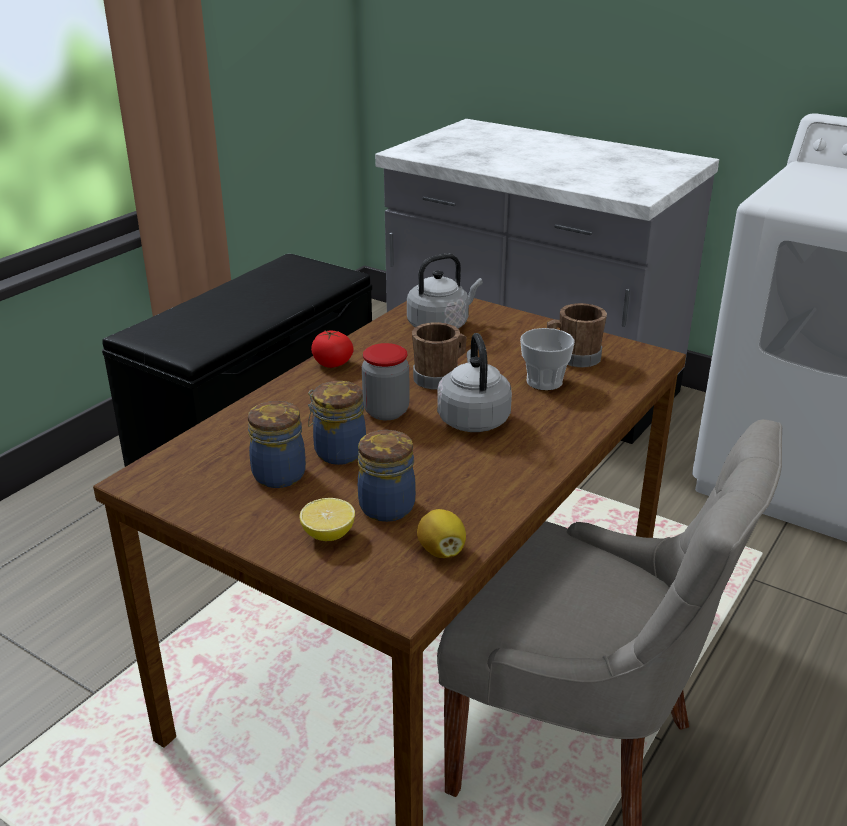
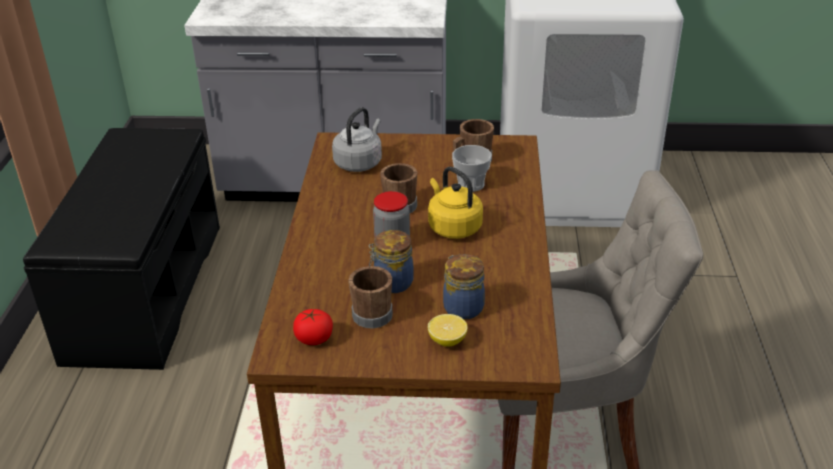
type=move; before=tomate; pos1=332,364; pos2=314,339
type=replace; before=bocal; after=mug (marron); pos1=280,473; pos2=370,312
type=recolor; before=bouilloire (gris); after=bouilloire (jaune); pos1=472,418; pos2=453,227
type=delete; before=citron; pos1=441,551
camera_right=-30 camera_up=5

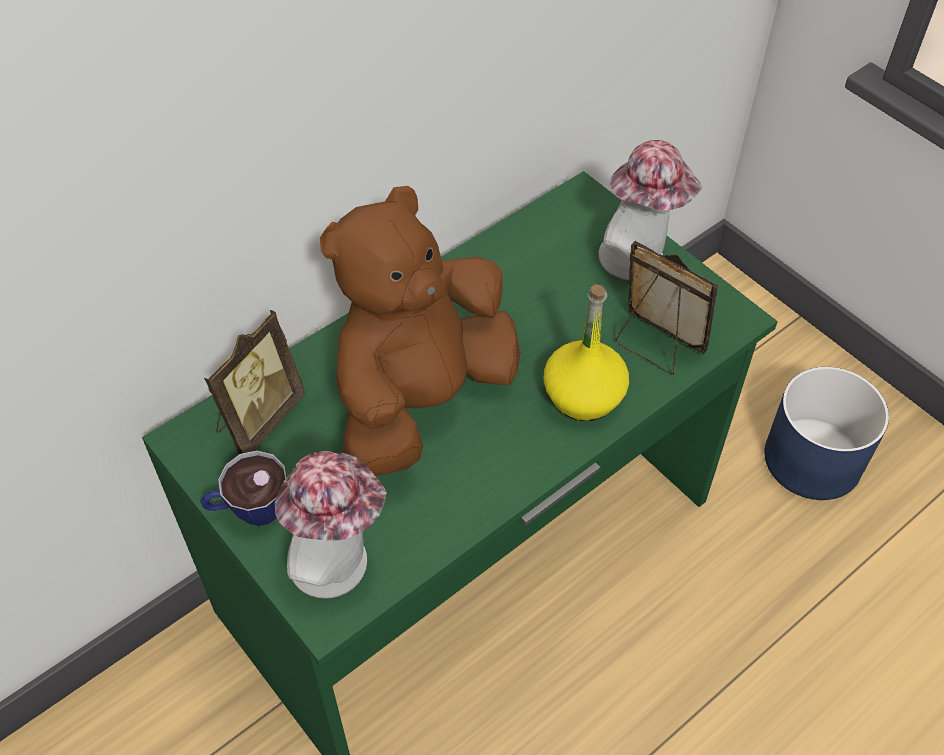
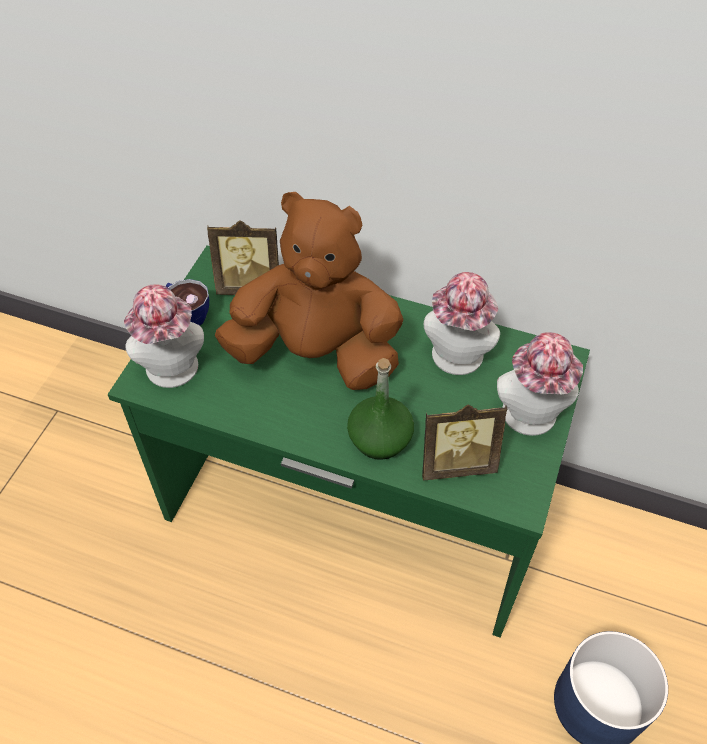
type=recolor; before=bouteille (jaune); after=bouteille (vert); pos1=584,396; pos2=380,439
type=rotate; before=cadre photo; pos1=655,345; pos2=456,463; turn=75
type=insert; after=chapeau; pos2=456,360
camera_right=60 camera_up=0

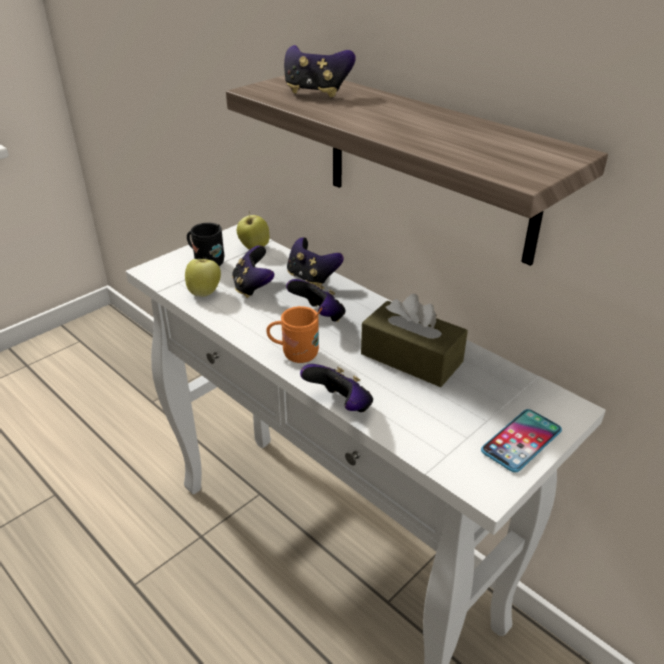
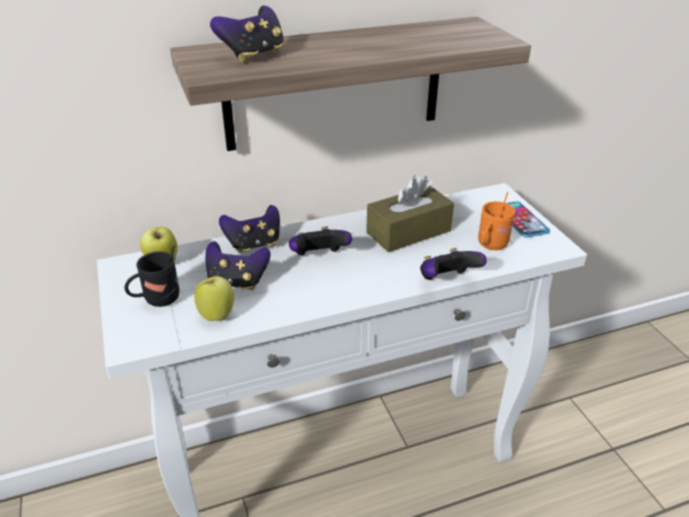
type=move; before=mug (orange); pos1=295,354; pos2=490,246
camera_right=-65 camera_up=0

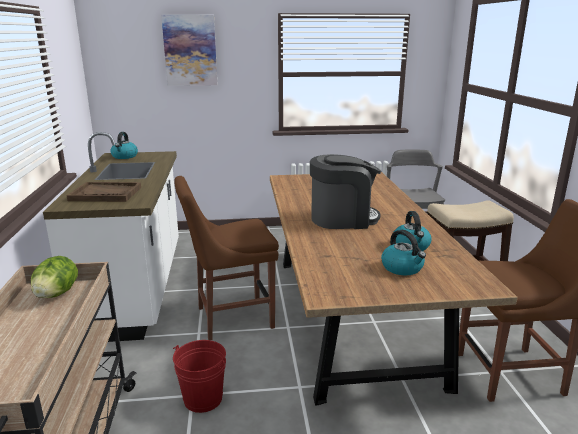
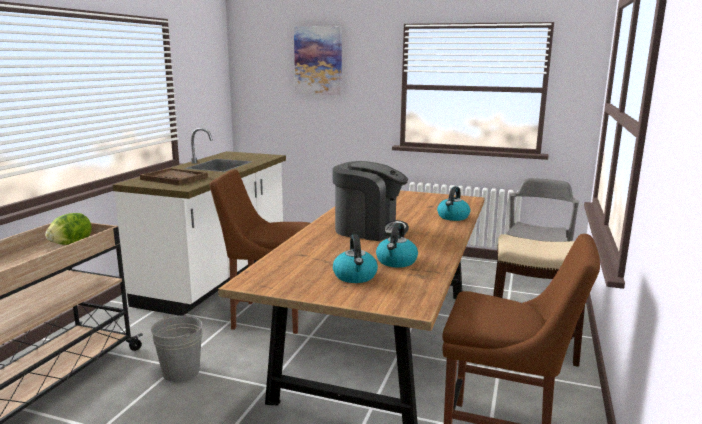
type=recolor; before=seau (rouge); after=seau (gris); pos1=203,398; pos2=181,371
type=move; before=bouilloire; pos1=124,156; pos2=453,217
camera_right=25 camera_up=-5

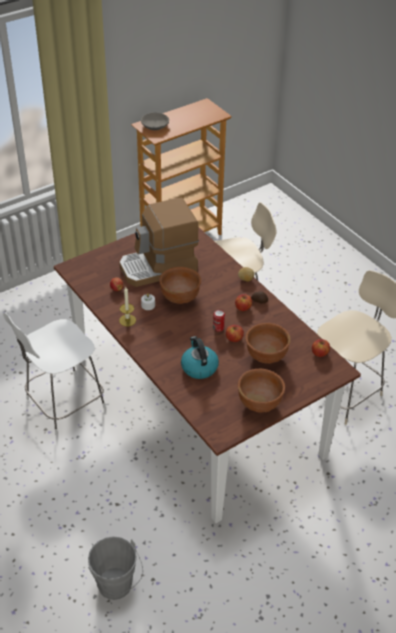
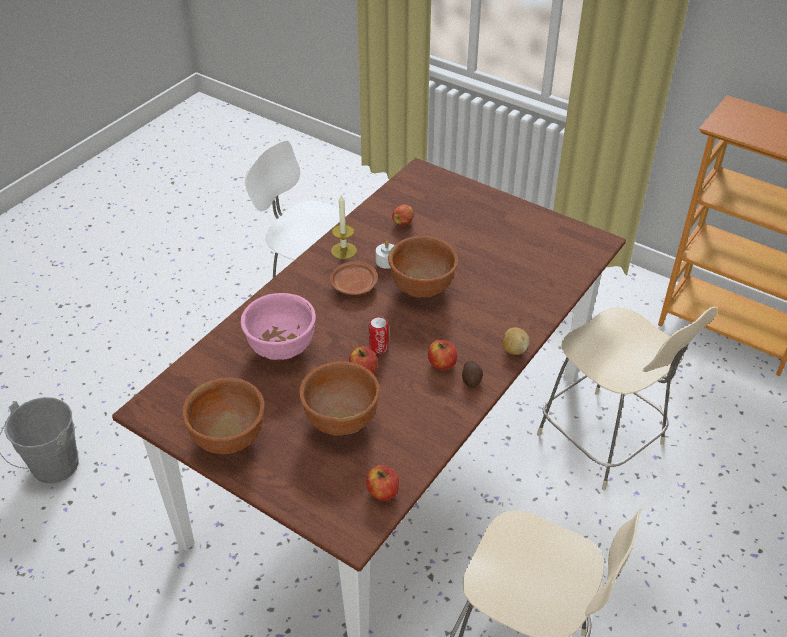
type=replace; before=bouilloire; after=bol (rose); pos1=199,367; pos2=281,348
type=insert; after=assiette (marron); pos2=354,285
type=delete; before=machine à café; pos1=159,267
type=delete; before=bol (gris); pos1=154,126
camera_right=70 camera_up=0

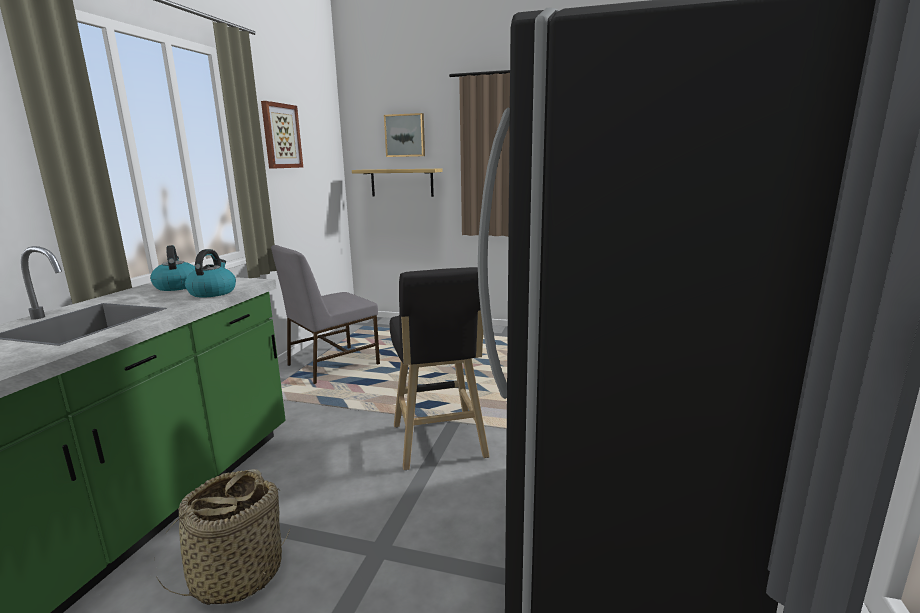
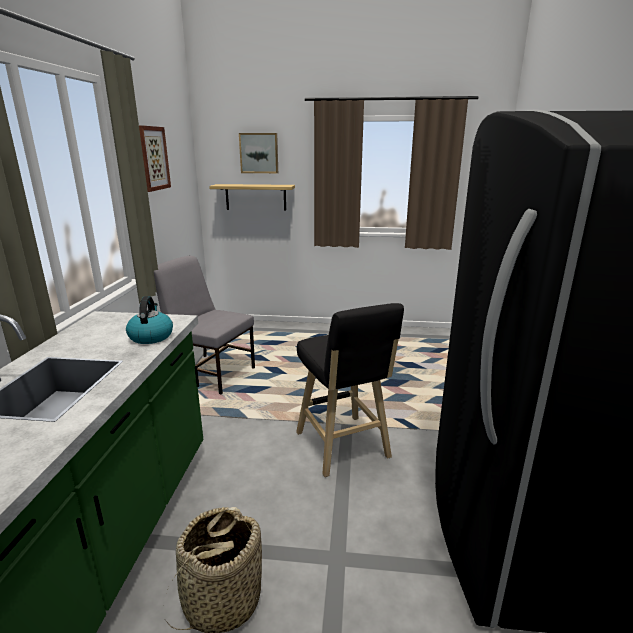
type=rotate; before=chaise (gris); pos1=331,365; pos2=211,373; turn=75
type=delete; before=bouilloire; pos1=177,286
camera_right=-10 camera_up=5

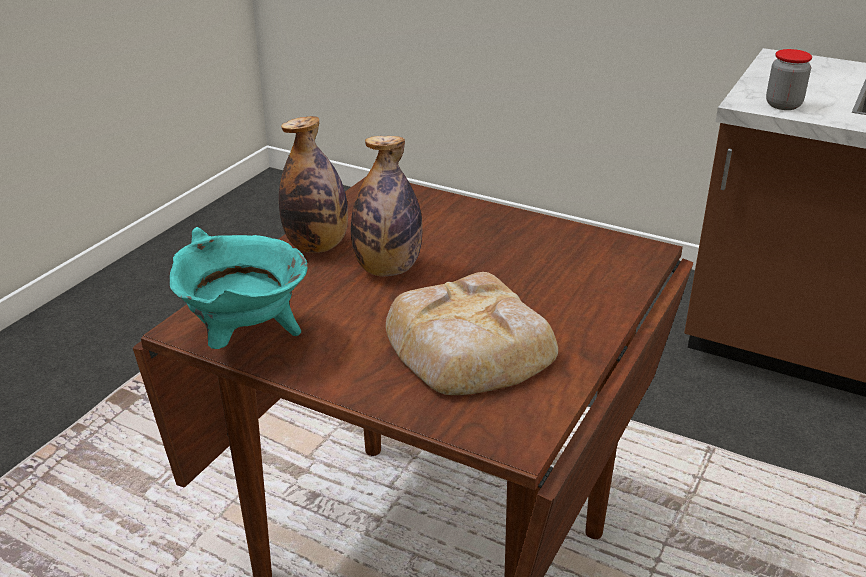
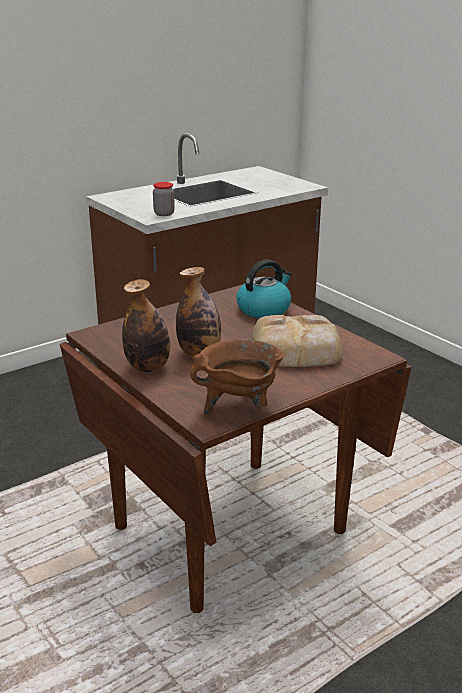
type=recolor; before=marmite (turquoise); after=marmite (marron); pos1=246,340; pos2=239,407
type=insert; after=bouilloire; pos2=264,309
camera_right=-65 camera_up=-5

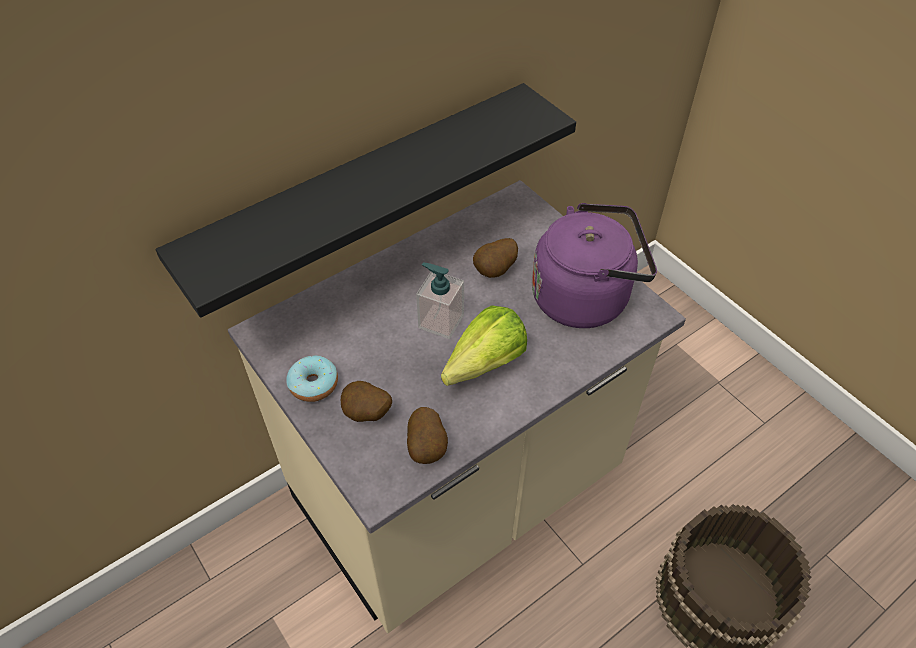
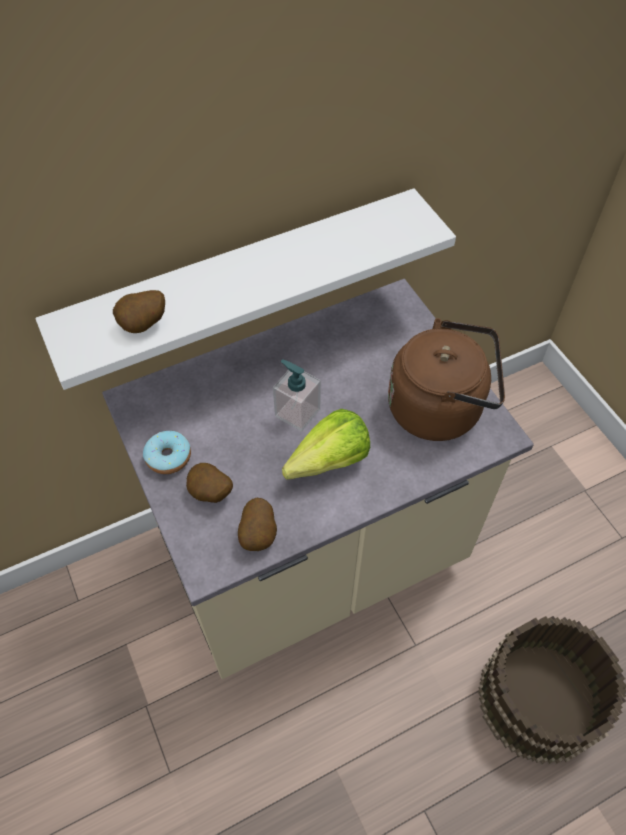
type=recolor; before=étagère (noir); after=étagère (blanc); pos1=362,195; pos2=241,282
type=move; before=pomme de terre; pos1=495,271; pos2=144,326
type=recolor; before=bouilloire (violet); after=bouilloire (marron); pos1=585,297; pos2=440,408
camera_right=10 camera_up=5

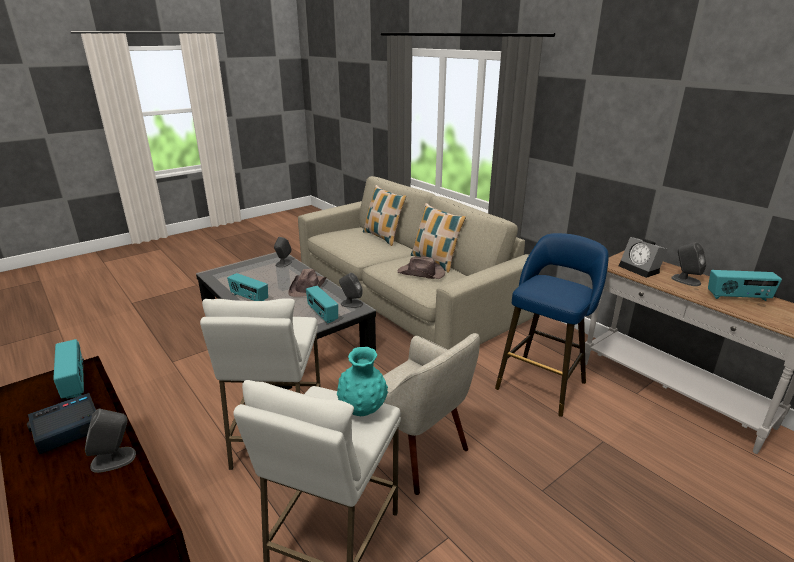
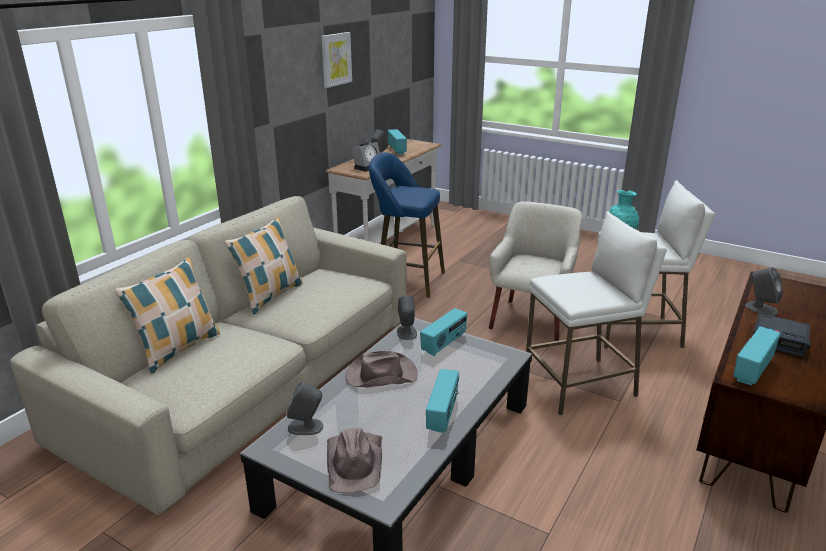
type=insert; after=tableau; pos2=336,59
type=move; before=chapeau (marron); pos1=421,273; pos2=355,462
camera_right=-110 camera_up=0

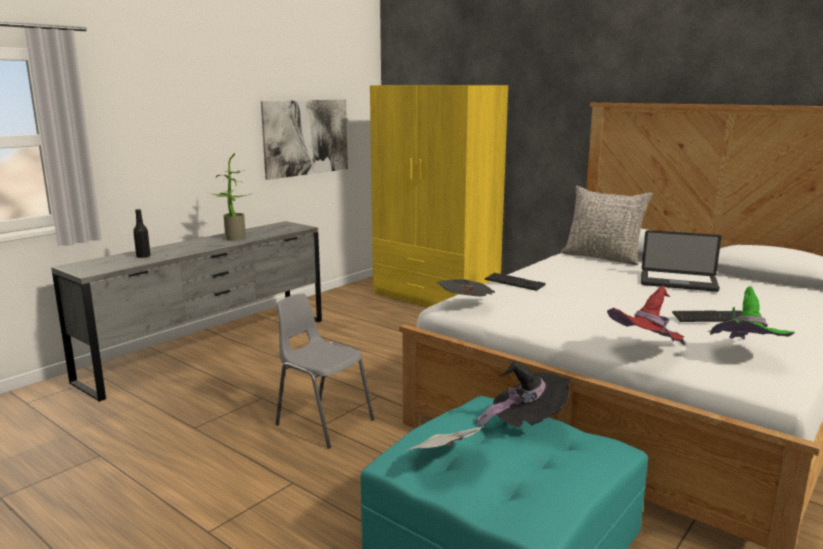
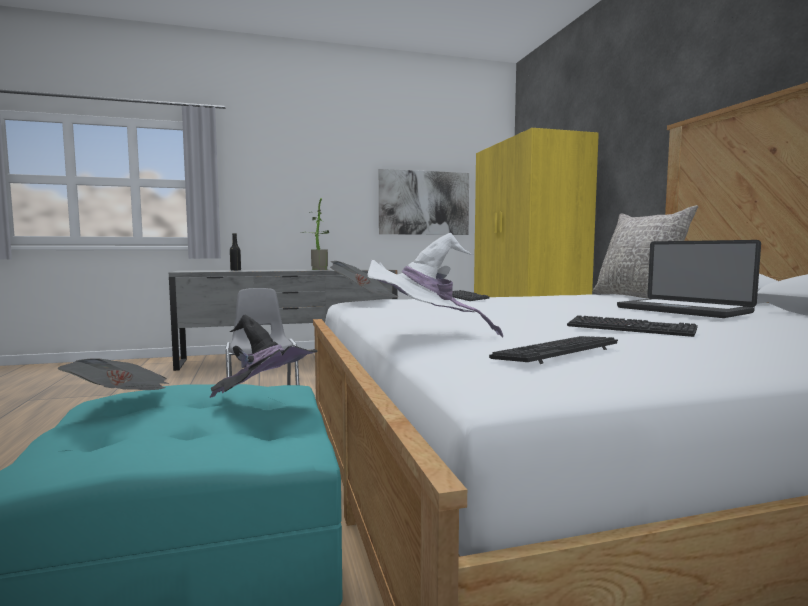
type=recolor; before=chapeau (rouge); after=chapeau (blanc); pos1=646,352; pos2=425,335
type=replace; before=chapeau (vert); after=clavier; pos1=743,356; pos2=556,352
camera_right=35 camera_up=-10

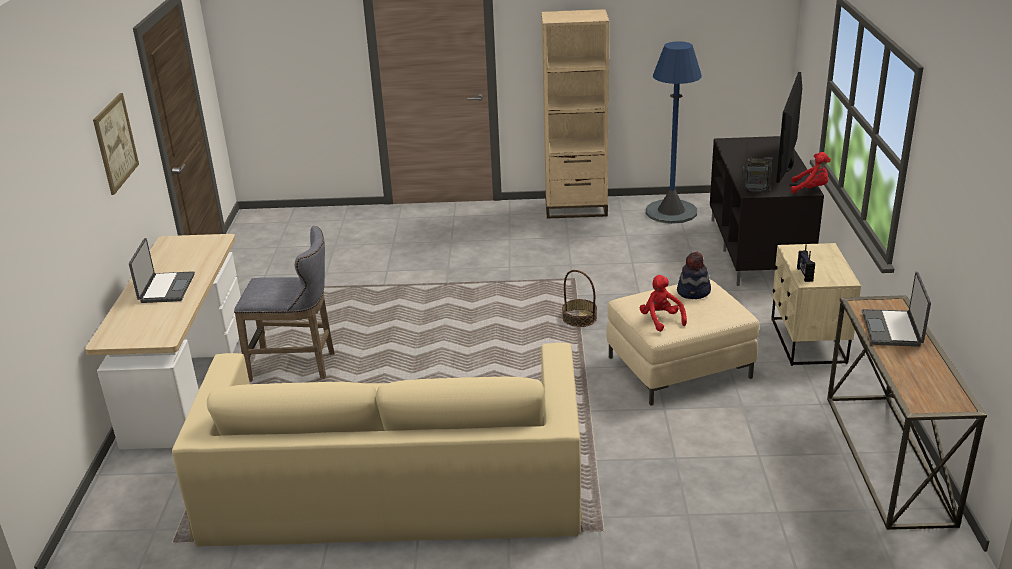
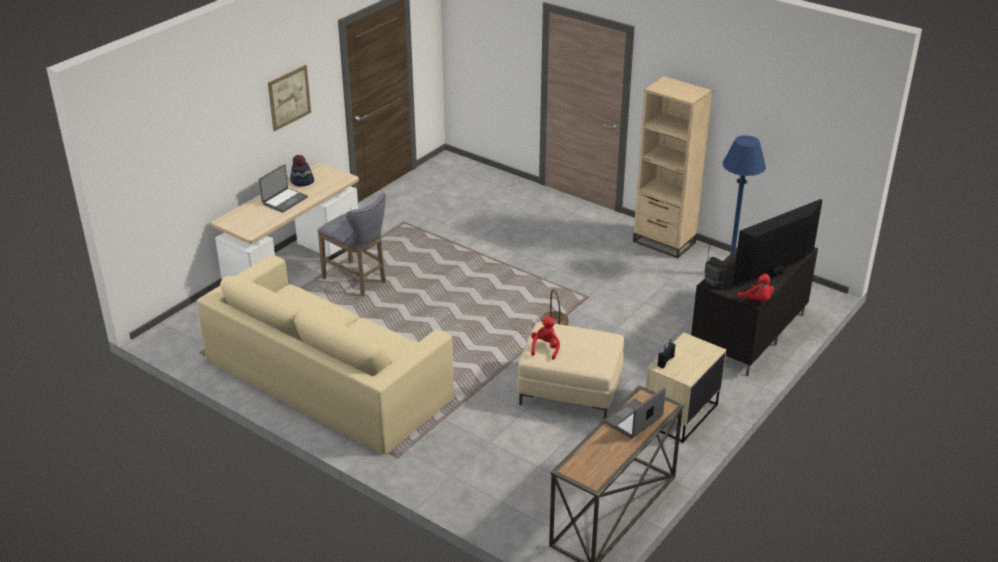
type=move; before=chapeau; pos1=694,292; pos2=302,182
camera_right=35 camera_up=5

